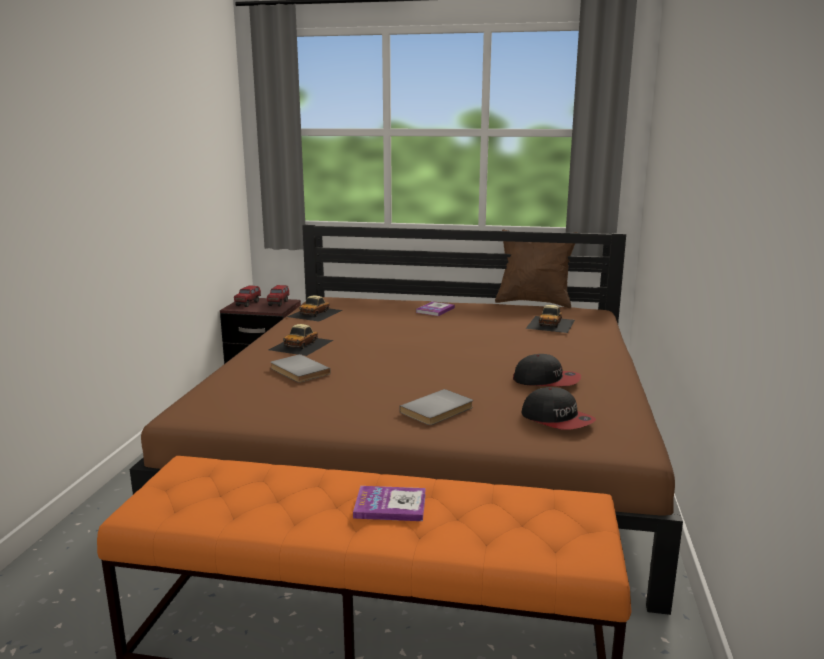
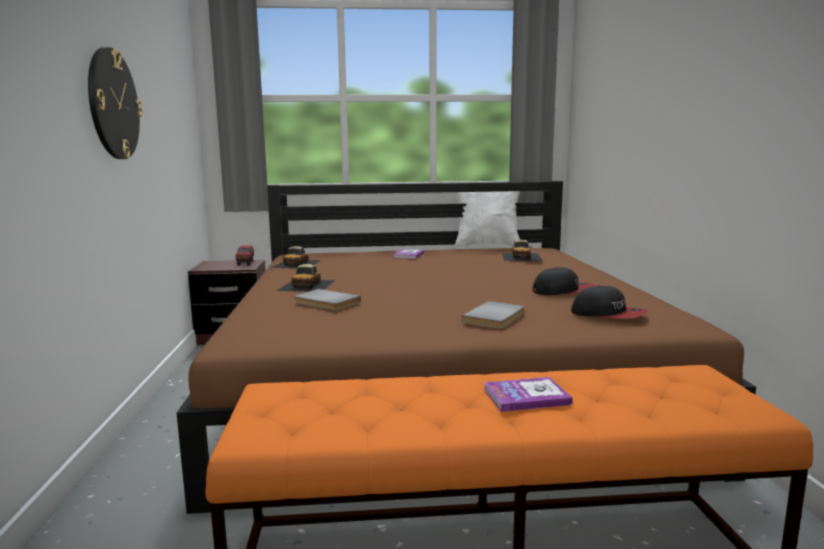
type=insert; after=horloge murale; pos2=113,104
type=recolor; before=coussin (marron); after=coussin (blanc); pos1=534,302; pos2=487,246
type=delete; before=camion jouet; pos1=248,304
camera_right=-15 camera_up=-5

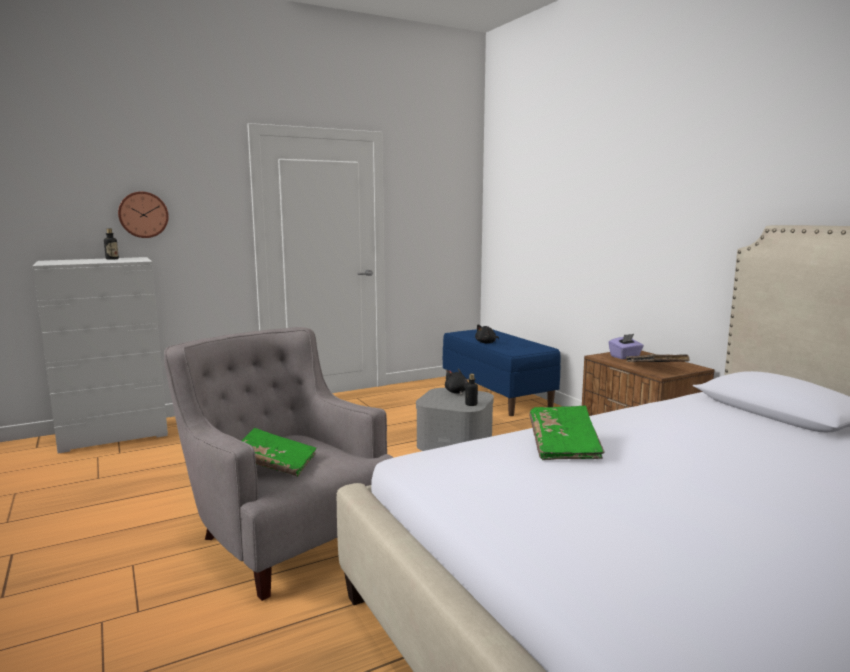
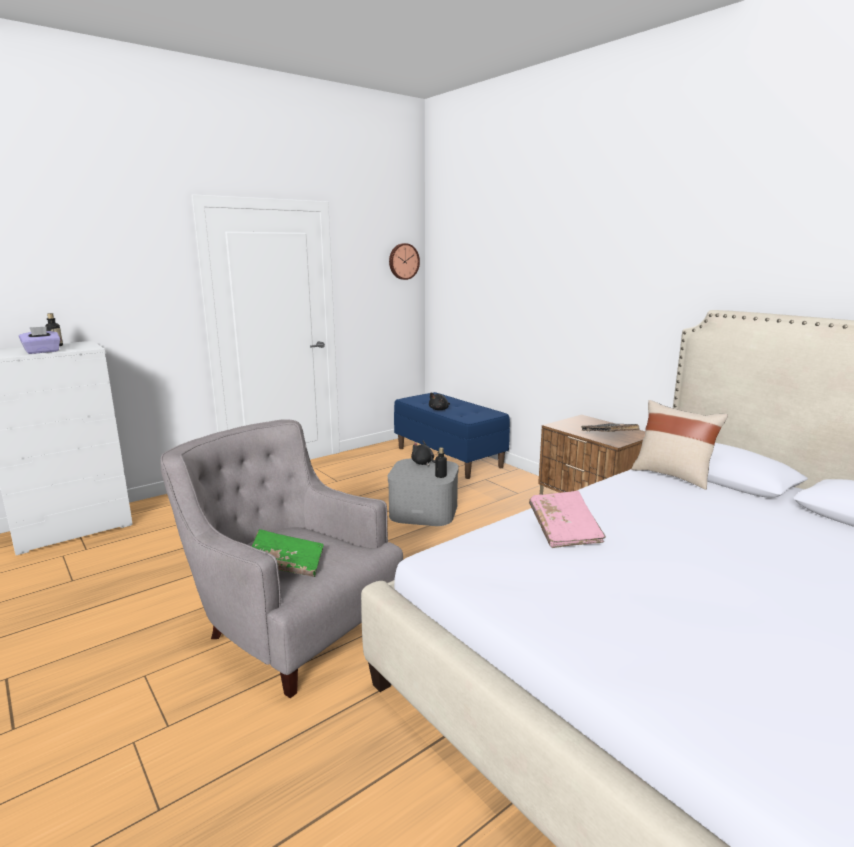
type=move; before=boîte à mouchoirs (violet); pos1=625,356; pos2=42,352
type=move; before=horloge murale; pos1=143,214; pos2=403,261
type=recolor; before=livre (vert); after=livre (rose); pos1=564,446; pos2=564,530
type=insert; after=coussin (beige); pos2=673,475
camera_right=-10 camera_up=5

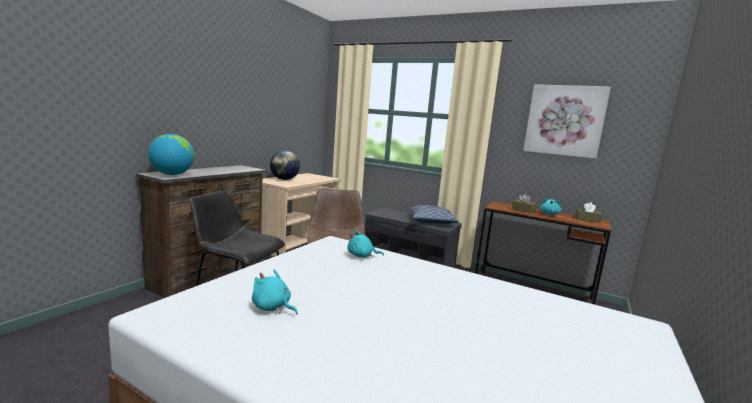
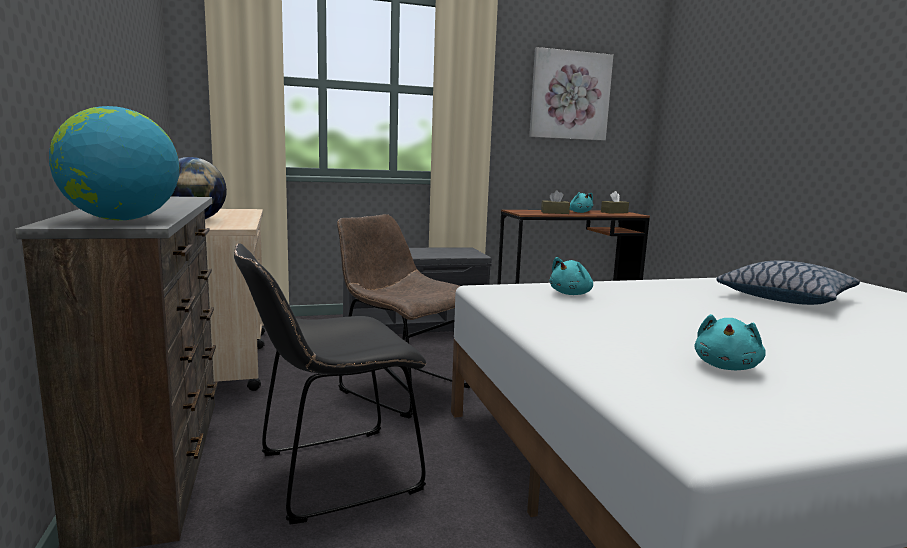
type=rotate; before=peluche (turquoise); pos1=272,308; pos2=726,366; turn=-45
type=move; before=coussin; pos1=432,221; pos2=784,297
camera_right=-45 camera_up=0

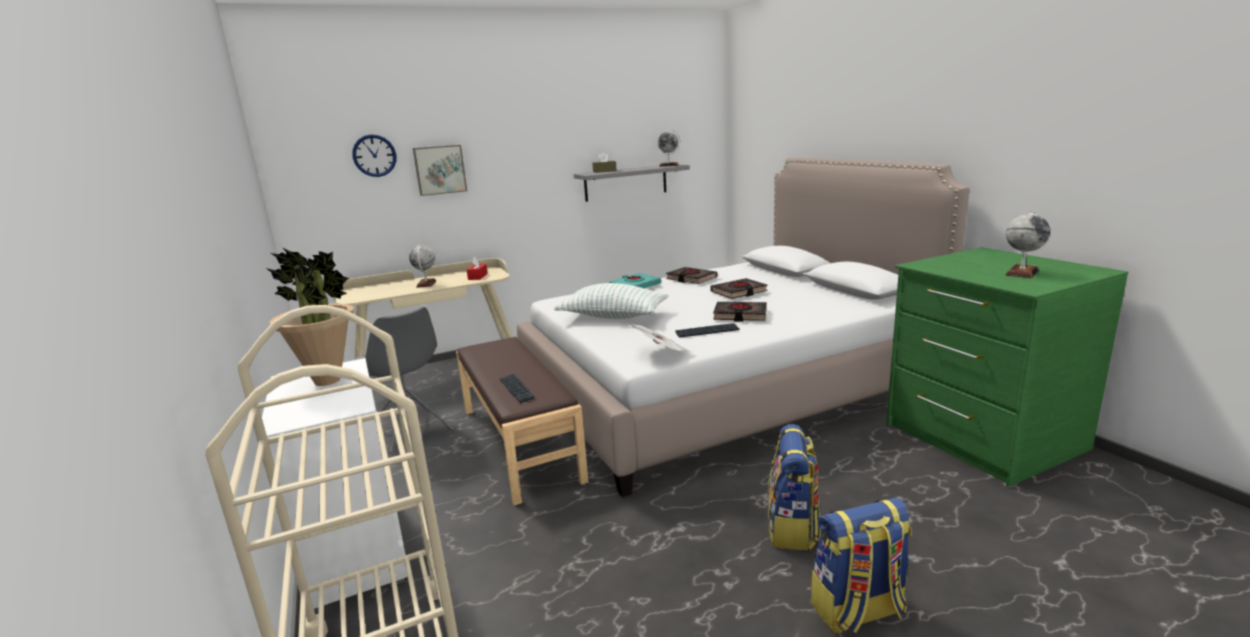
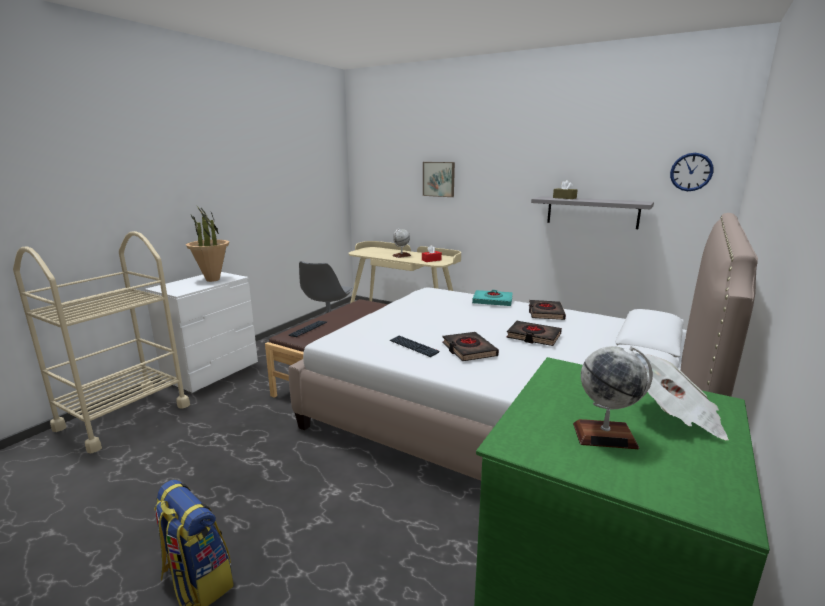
type=move; before=journal; pos1=661,354; pos2=673,416
type=move; before=horloge murale; pos1=374,155; pos2=691,172
type=delete; before=coussin; pos1=613,316
type=delete; before=globe; pos1=668,165
type=delete; before=sac à dos; pos1=792,528
camera_right=55 camera_up=0

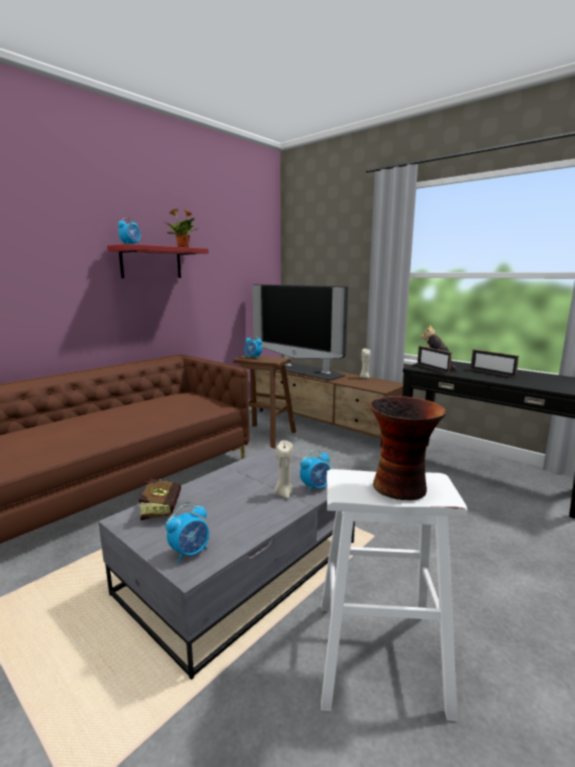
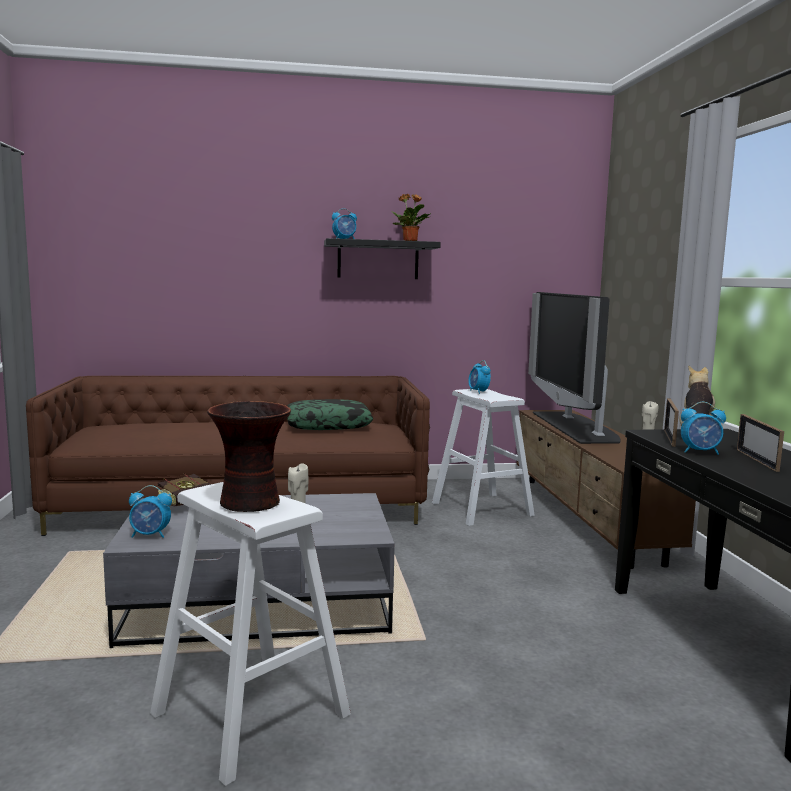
type=insert; after=coussin; pos2=328,425
type=recolor; before=étagère (rouge); after=étagère (noir); pos1=151,263; pos2=378,260
type=recolor; before=tabouret (marron); after=tabouret (blanc); pos1=263,436; pos2=482,509
type=move; before=réveil; pos1=316,487; pos2=700,452
camera_right=40 camera_up=-5

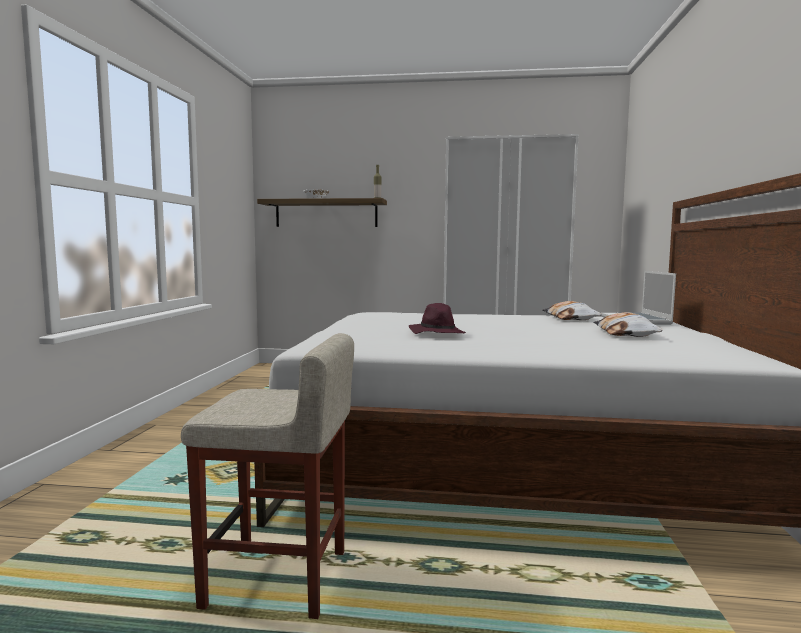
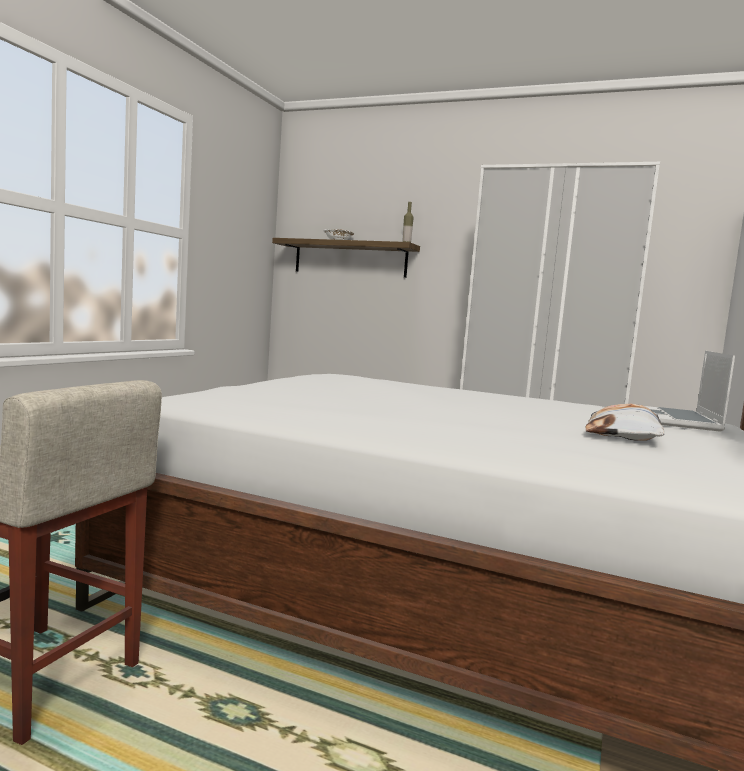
type=delete; before=chapeau (violet); pos1=436,333
type=delete; before=coussin; pos1=570,318
camera_right=15 camera_up=0

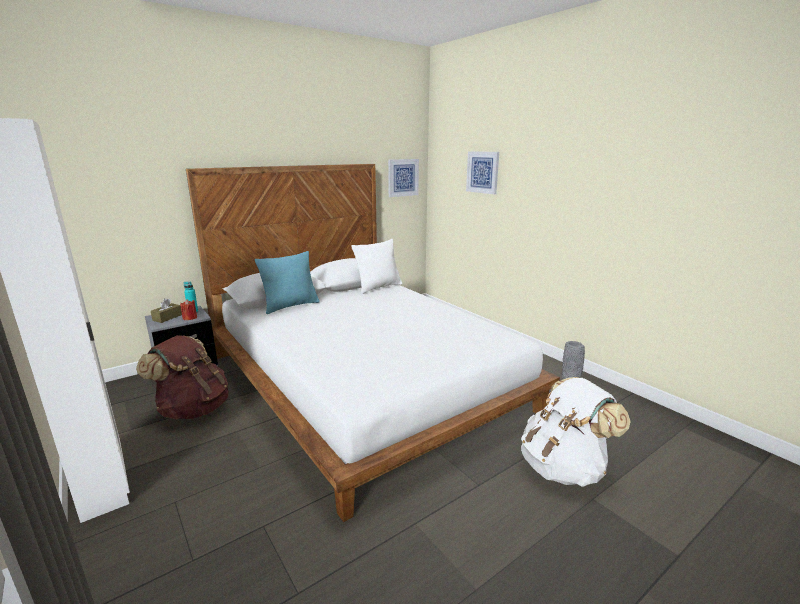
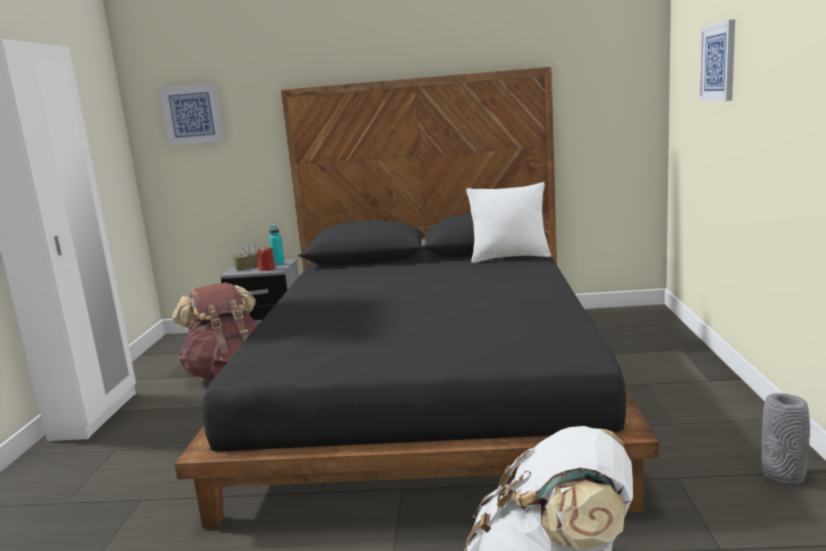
type=move; before=tableau; pos1=403,177; pos2=192,114
type=recolor; before=lit (blanc); after=lit (noir); pos1=364,381; pos2=429,389
type=delete; before=coussin (turquoise); pos1=291,306
camera_right=40 camera_up=-5

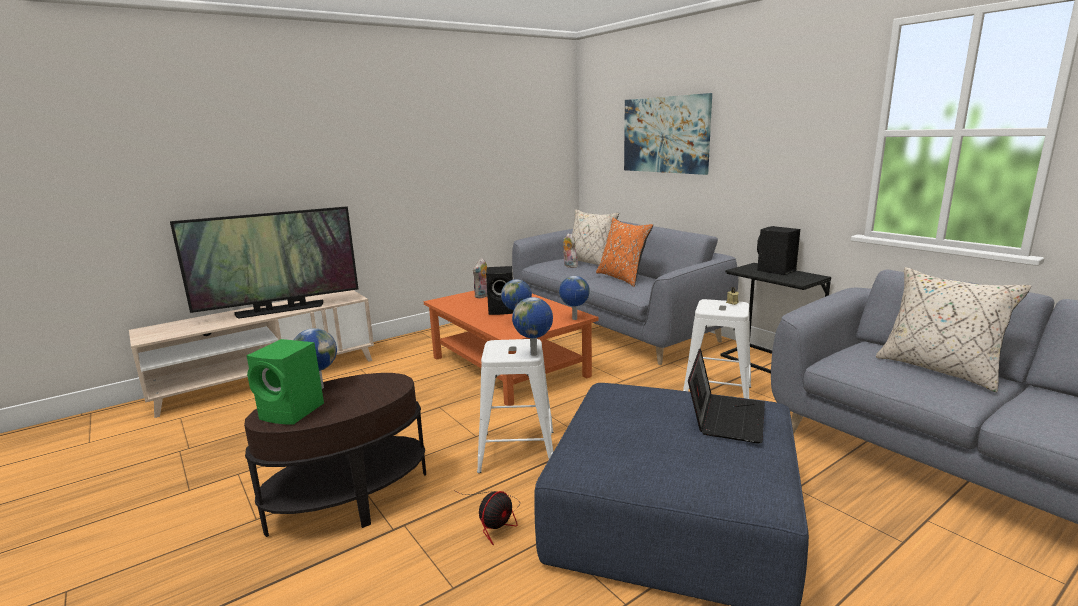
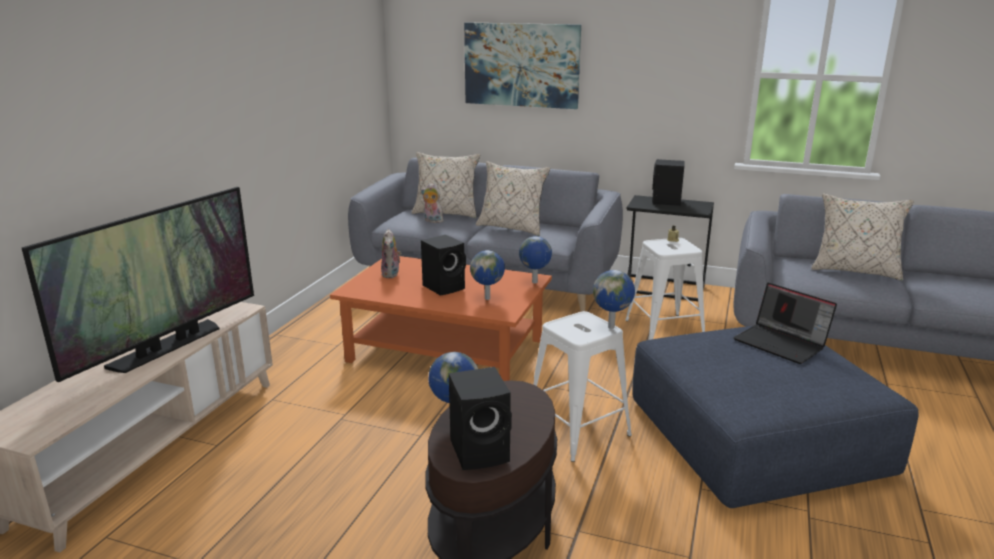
type=recolor; before=enceinte (vert); after=enceinte (noir); pos1=293,412; pos2=482,451
type=recolor; before=coussin (orange); after=coussin (beige); pos1=622,278; pos2=512,227
type=rotate; before=ordinateur portable; pos1=725,417; pos2=782,343; turn=150
type=delete; before=ventilateur; pos1=495,519
camera_right=-35 camera_up=5

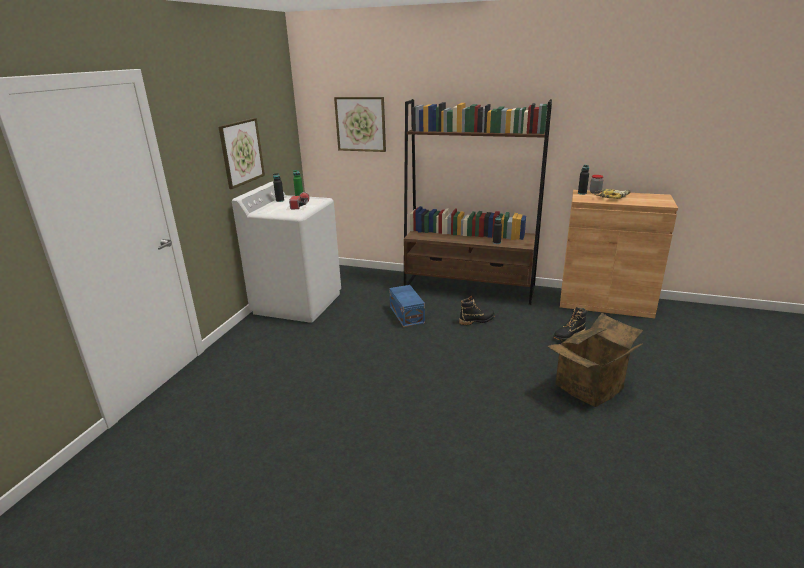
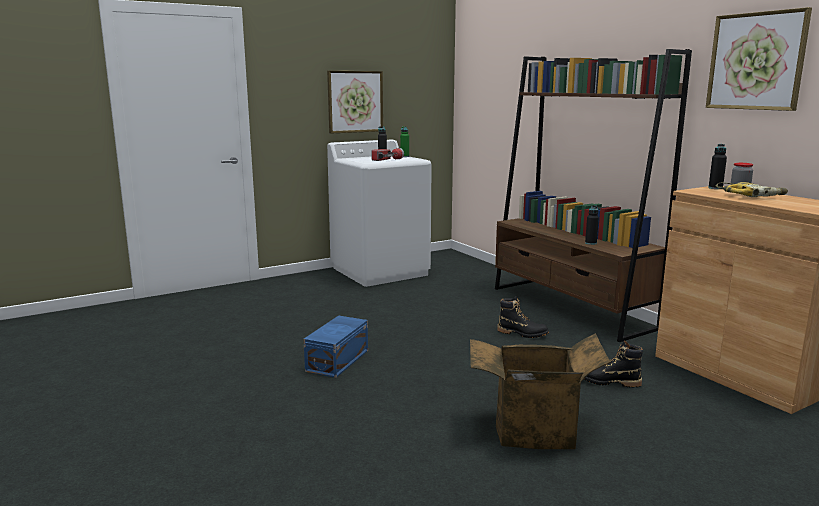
type=move; before=boîte de rangement (bleu); pos1=407,314; pos2=339,360
type=move; before=tableau; pos1=360,124; pos2=756,61
camera_right=40 camera_up=-10

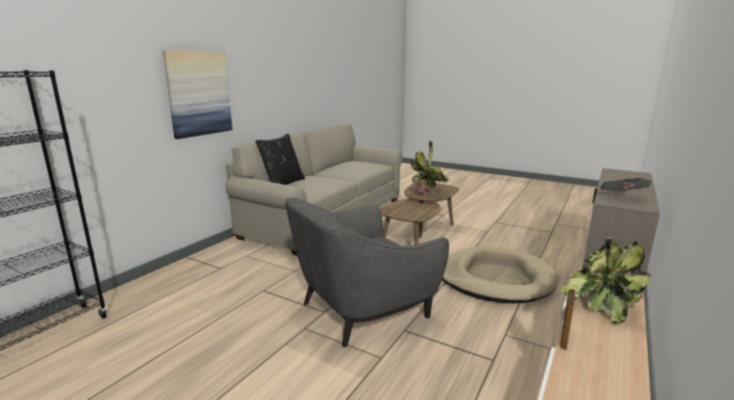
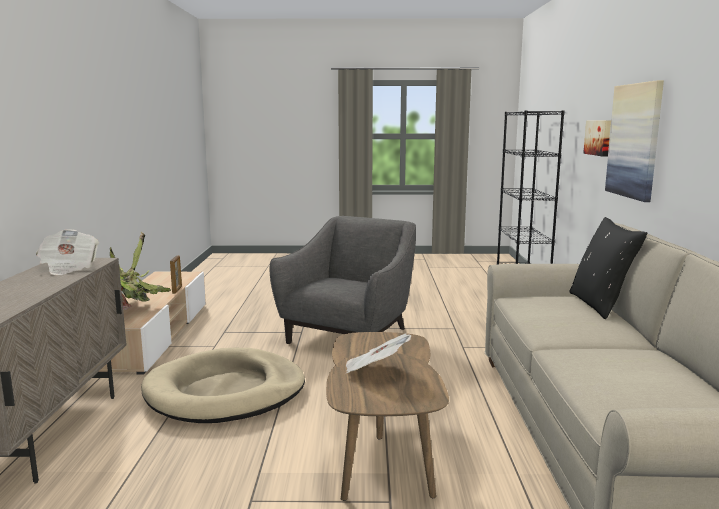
type=replace; before=plante en pot; after=journal; pos1=430,193; pos2=375,370
type=insert; after=tableau; pos2=599,137
camera_right=150 camera_up=-5

